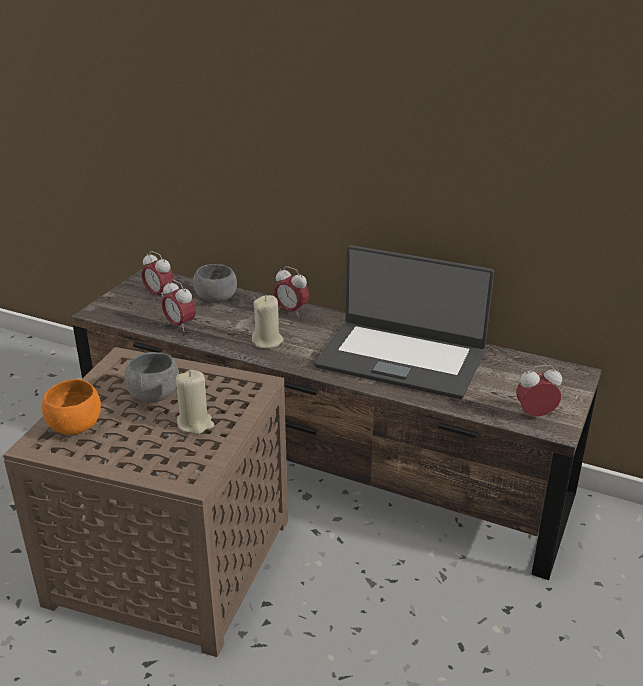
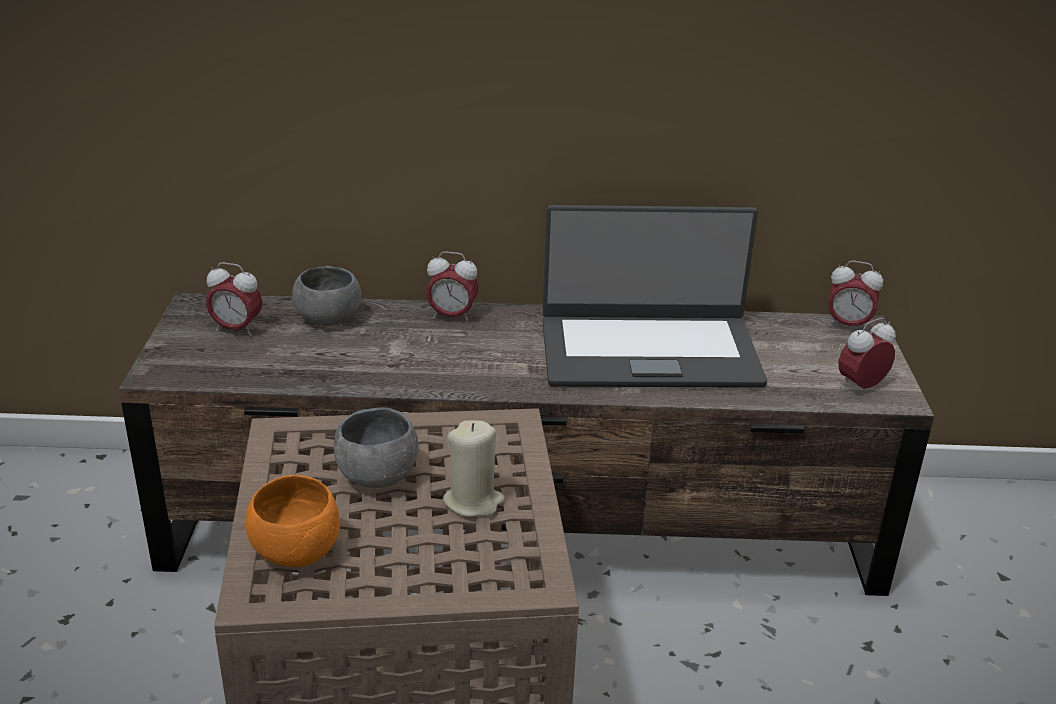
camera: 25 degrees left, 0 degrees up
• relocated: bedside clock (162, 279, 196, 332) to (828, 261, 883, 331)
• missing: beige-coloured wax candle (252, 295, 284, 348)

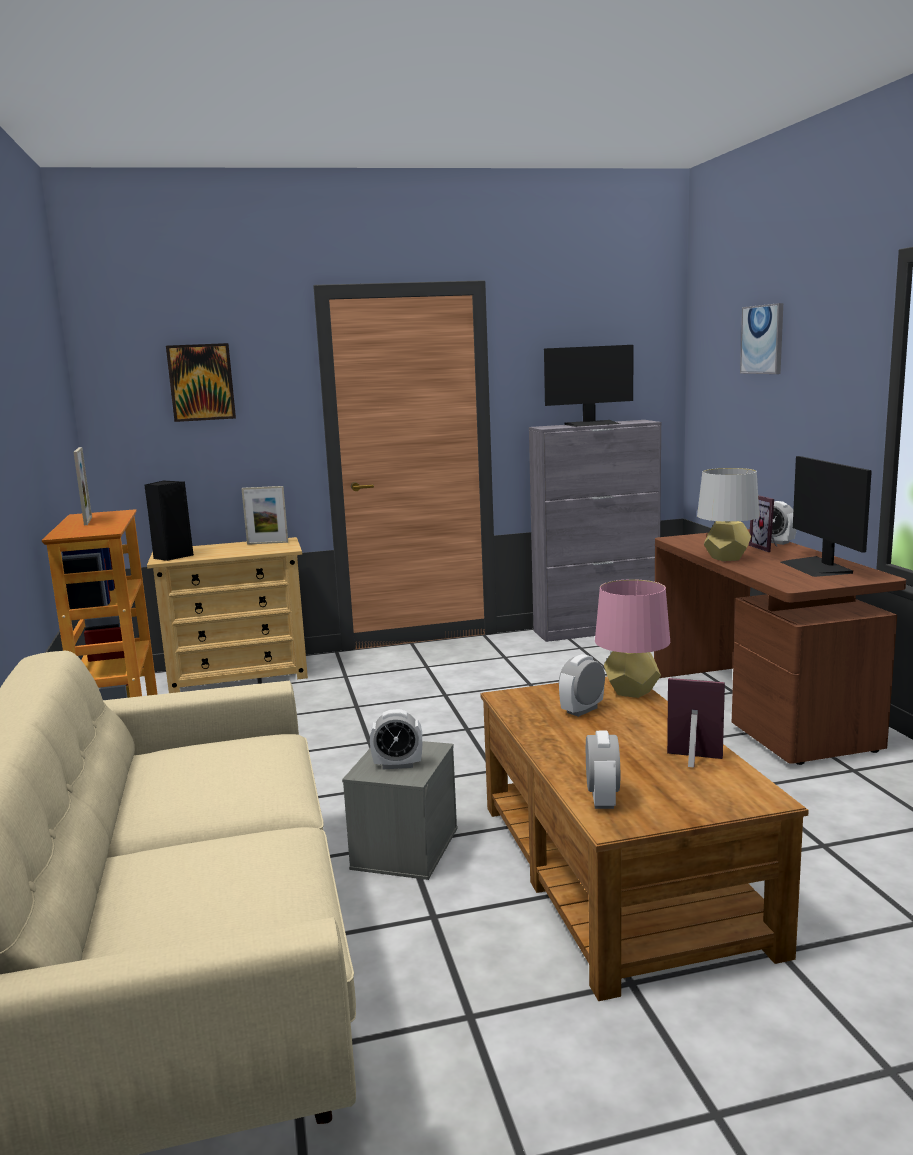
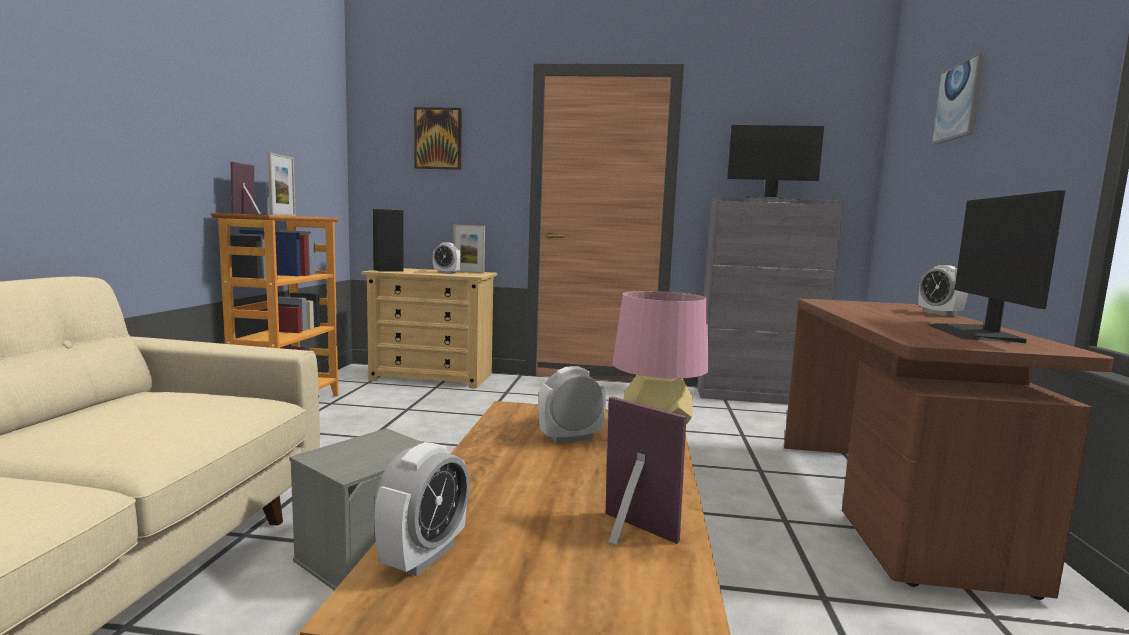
camera: 20 degrees right, 5 degrees down
• relocated: bedside clock (370, 709, 422, 769) to (433, 242, 461, 274)
• missing: greyish table lamp (697, 468, 759, 561)
• relocated: picture frame (749, 495, 778, 552) to (231, 162, 261, 214)

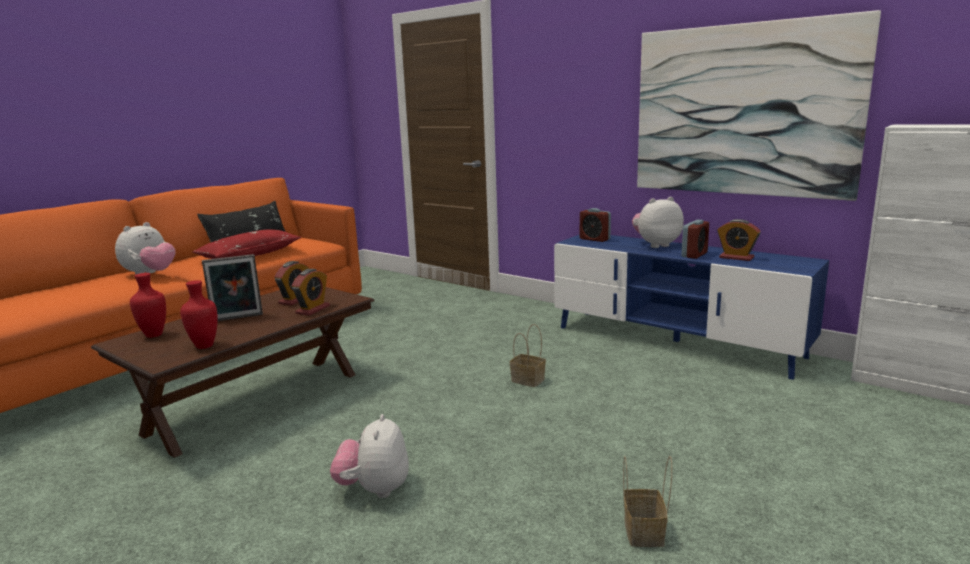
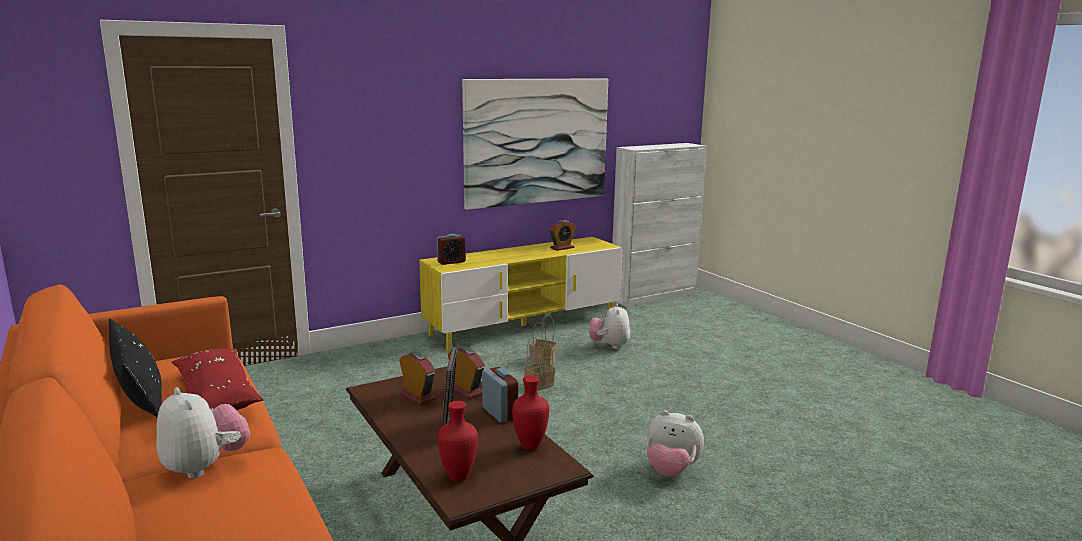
camera: 70 degrees left, 0 degrees up
• colour: bluish tv stand (554, 235, 829, 380) to yellow-coloured tv stand (419, 237, 622, 351)
• relocated: storage basket (623, 456, 672, 547) to (529, 315, 557, 364)
• relocated: plush toy (632, 197, 684, 248) to (589, 303, 630, 349)
• relocated: bedside clock (681, 219, 709, 259) to (482, 367, 518, 423)

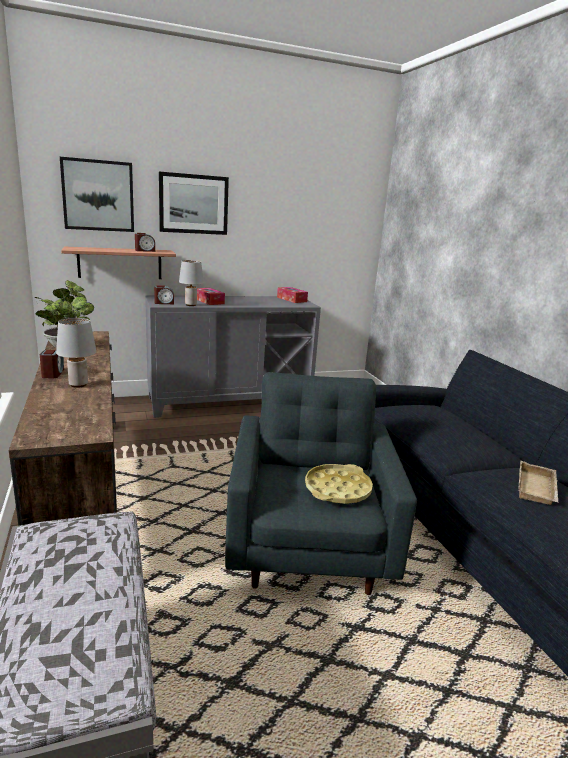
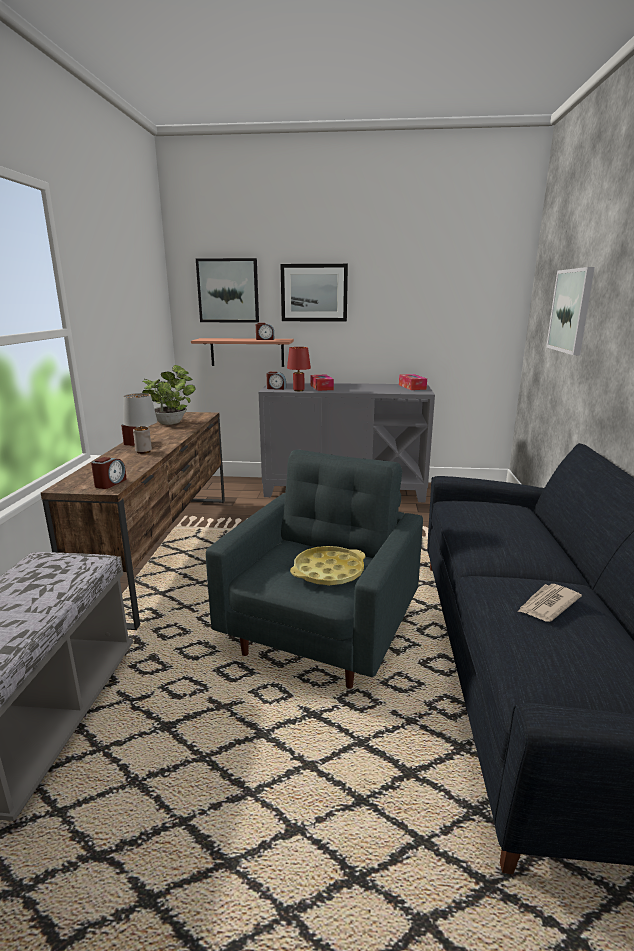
camera: 25 degrees right, 0 degrees up
• colour: greyish table lamp (179, 260, 204, 306) to red table lamp (287, 347, 311, 391)
• exchanged: beige-coloured carrying tray (519, 461, 559, 505) to daily paper (517, 584, 582, 622)
• appeared: bedside clock (91, 457, 127, 489)
• appeared: wall art (546, 267, 595, 355)

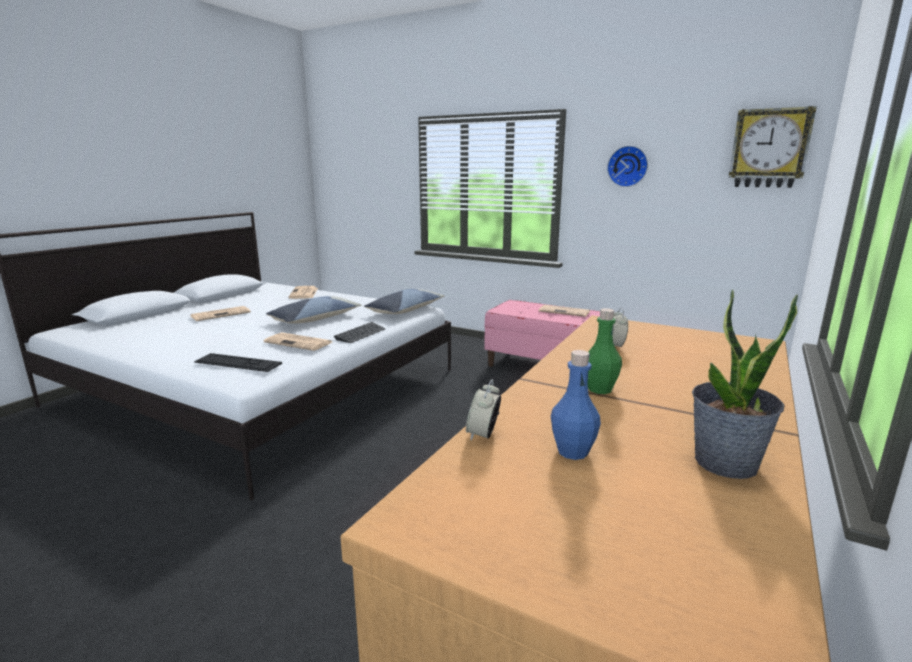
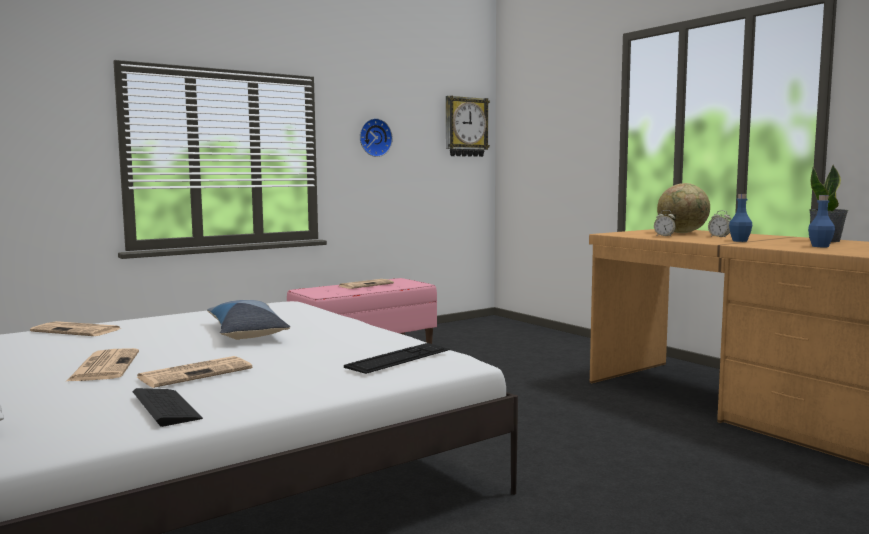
camera: 65 degrees left, 10 degrees down
• relocated: daily paper (264, 333, 332, 351) to (136, 356, 252, 388)
• relocated: computer keyboard (334, 322, 385, 343) to (133, 388, 203, 427)
• missing: cushion (364, 289, 444, 314)
• relocated: bedside clock (466, 379, 501, 440) to (708, 210, 731, 238)
• colour: green drink bottle (587, 308, 622, 394) to bluish drink bottle (729, 194, 753, 242)
• appeared: desk globe (657, 183, 710, 233)

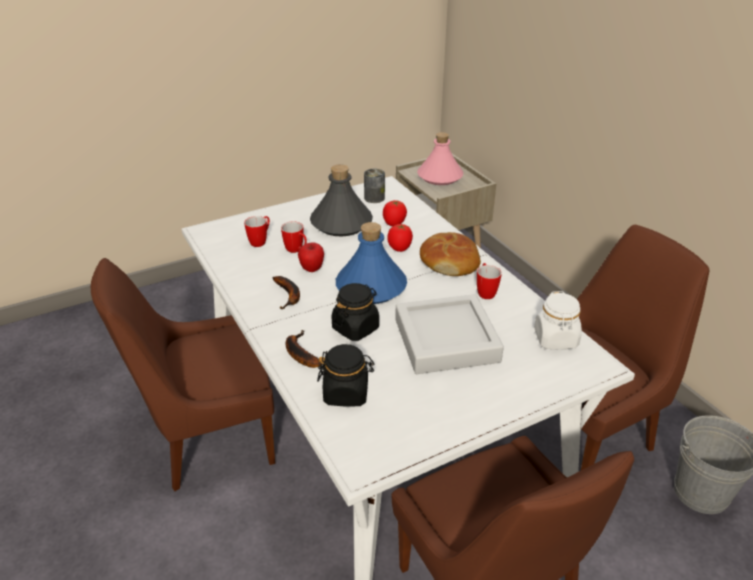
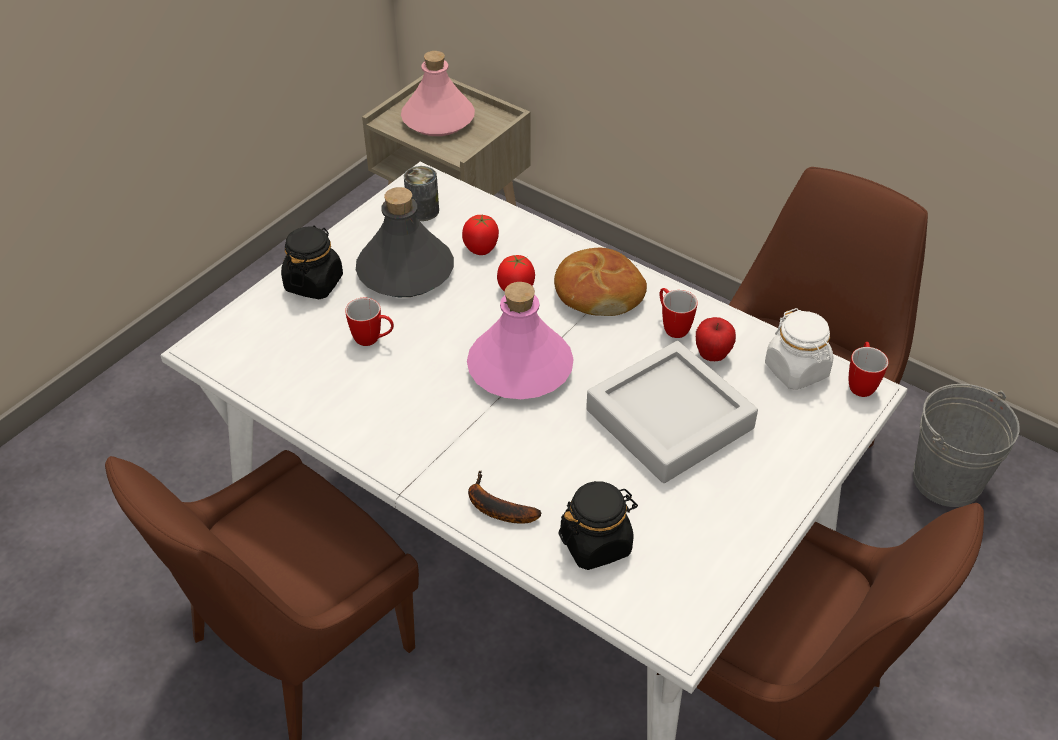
camera: 25 degrees left, 10 degrees up
• relocated: tea mug (244, 216, 270, 247) to (849, 342, 889, 397)
• missing: banana fruit (273, 276, 300, 309)
• relocated: whole apple (298, 243, 324, 272) to (696, 317, 736, 361)
• relocated: black storage jar (331, 283, 379, 341) to (281, 225, 343, 299)
• colour: bluish drink bottle (336, 222, 407, 304) to pink-coloured drink bottle (467, 282, 574, 399)

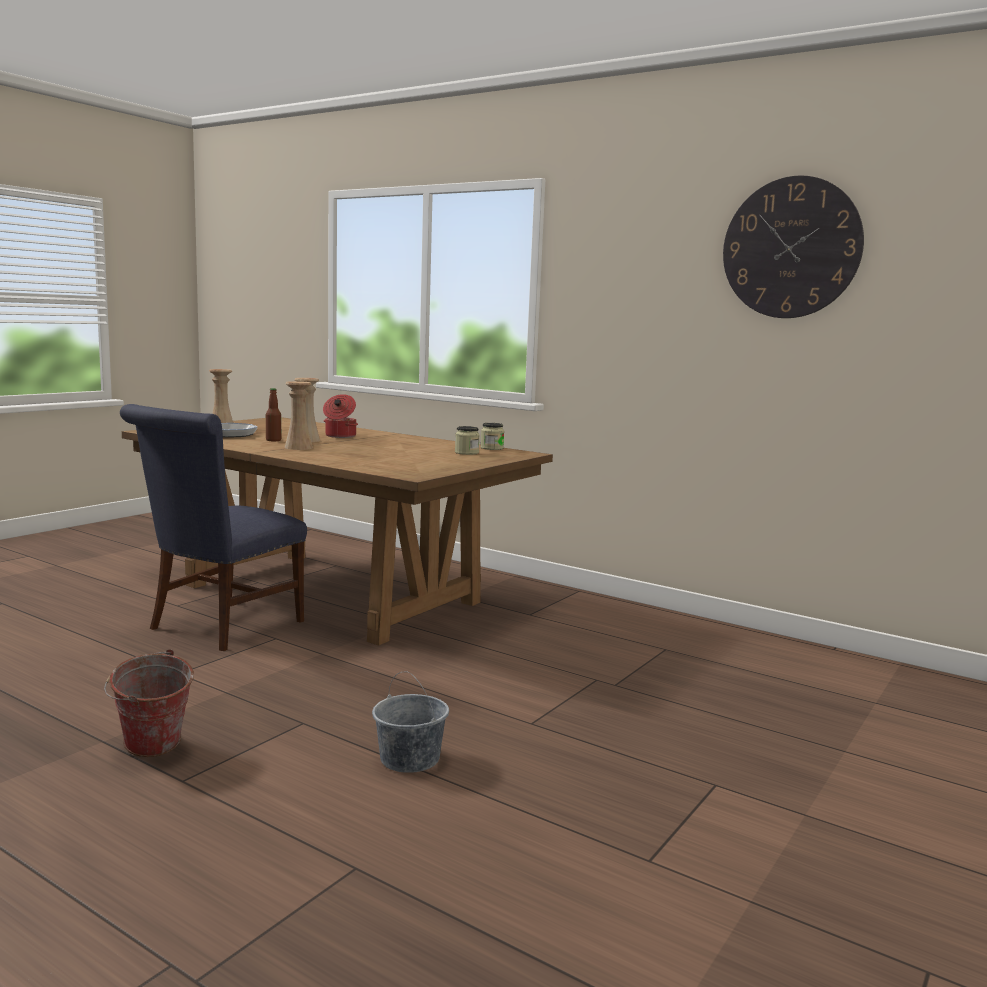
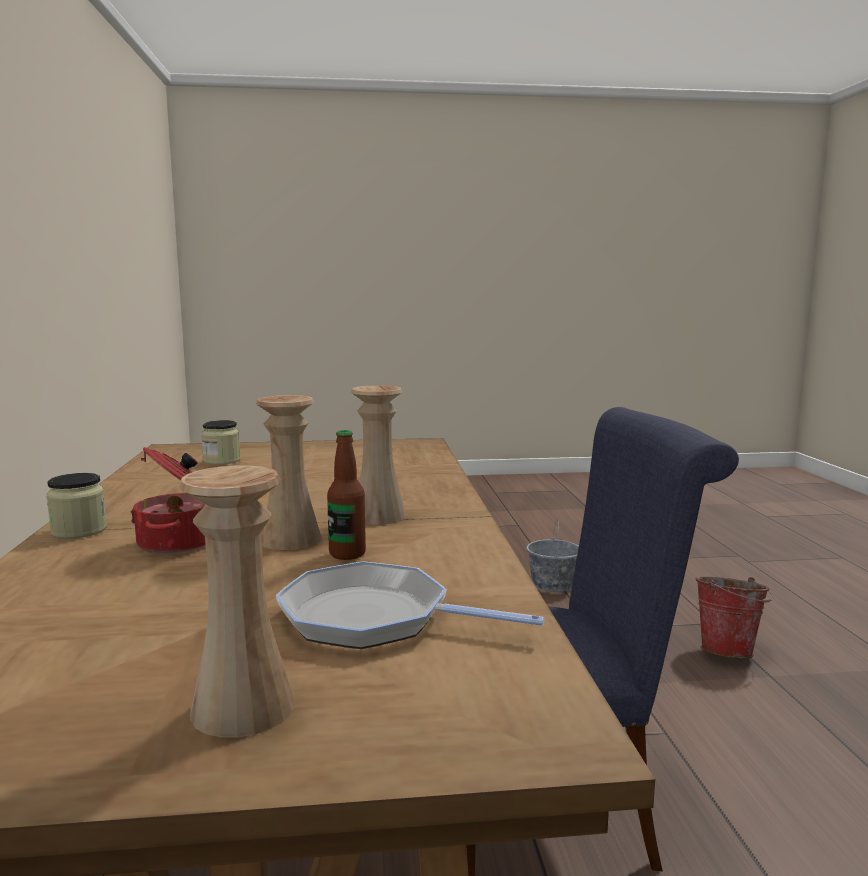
camera: 130 degrees left, 0 degrees up
• relocated: storage jar (481, 423, 504, 450) to (46, 473, 107, 539)
• missing: hanging clock (723, 175, 864, 318)

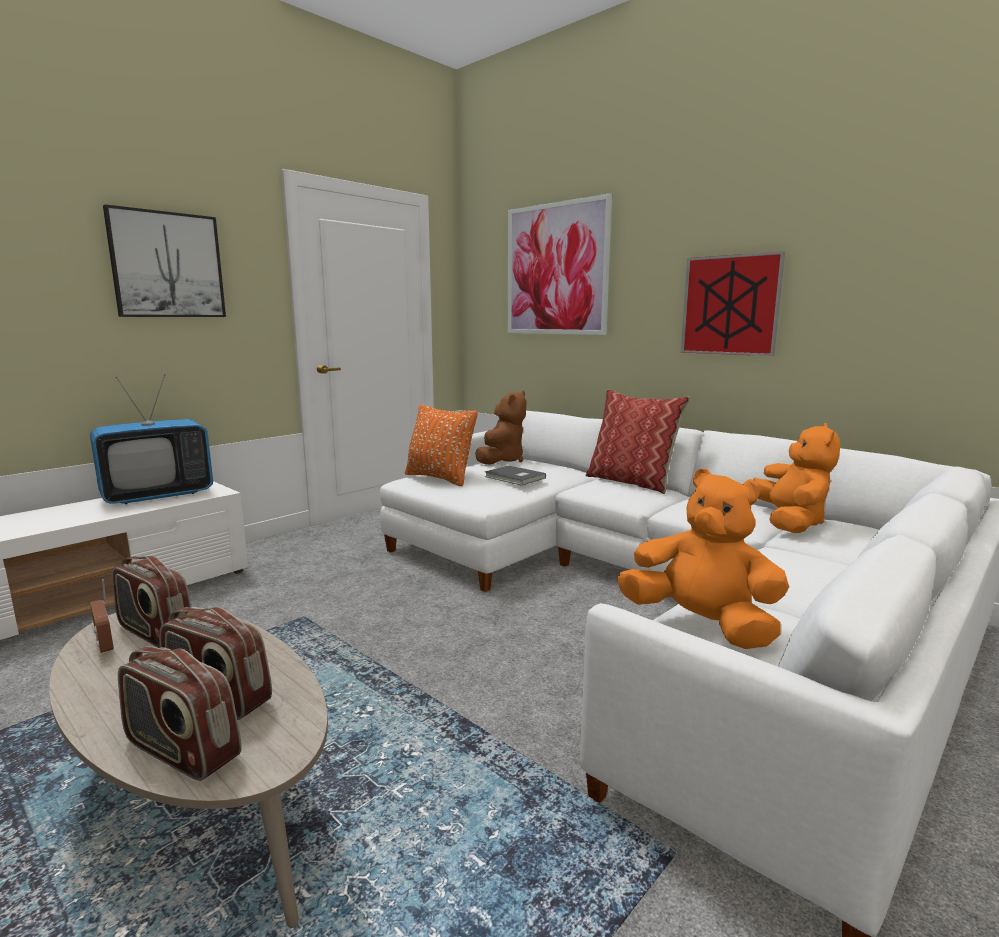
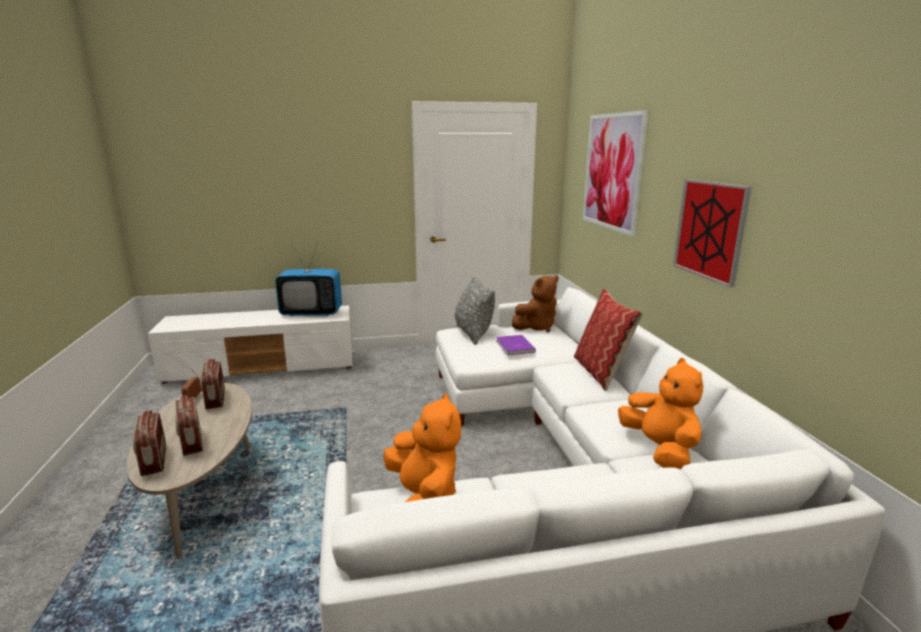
camera: 35 degrees right, 5 degrees up
• missing: wall art (103, 204, 226, 317)
• colour: orange-coloured cushion (405, 405, 478, 486) to greyish cushion (455, 277, 495, 345)
• colour: greyish book (485, 465, 546, 485) to purple-coloured book (496, 335, 536, 355)
• spun: orange-coloured plush toy (753, 423, 840, 533) = (618, 358, 703, 470) 60 degrees counterclockwise

